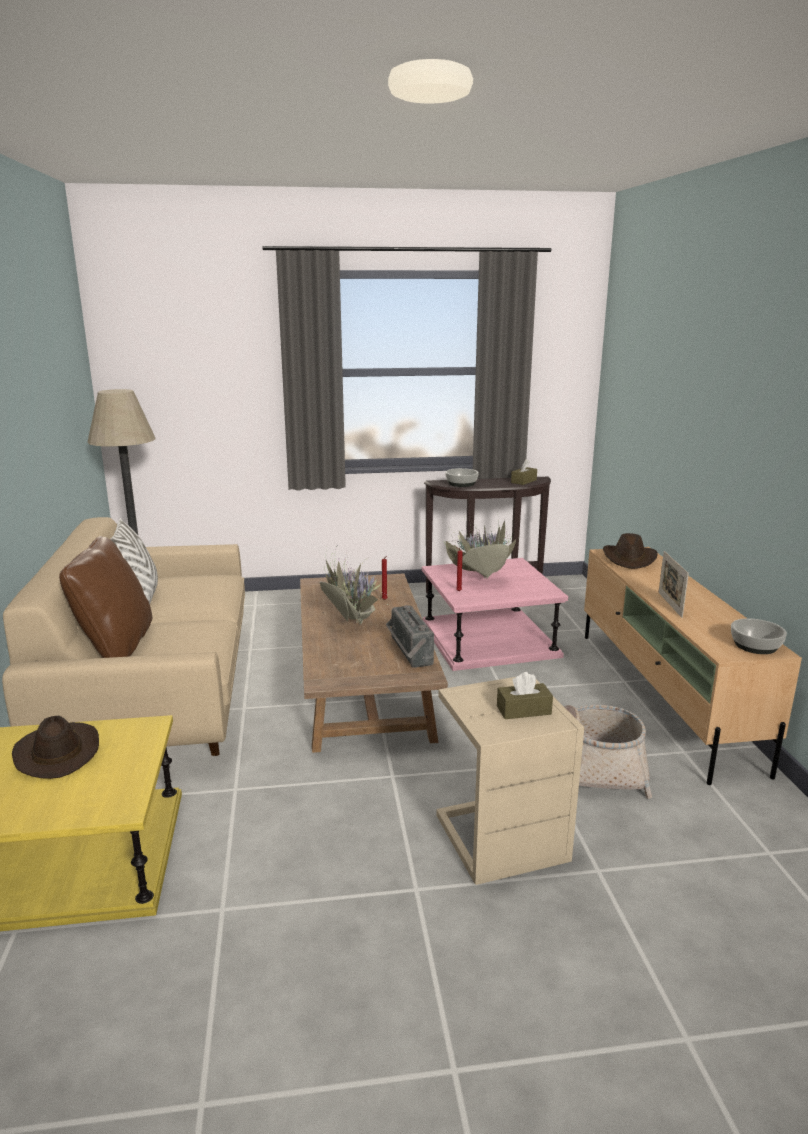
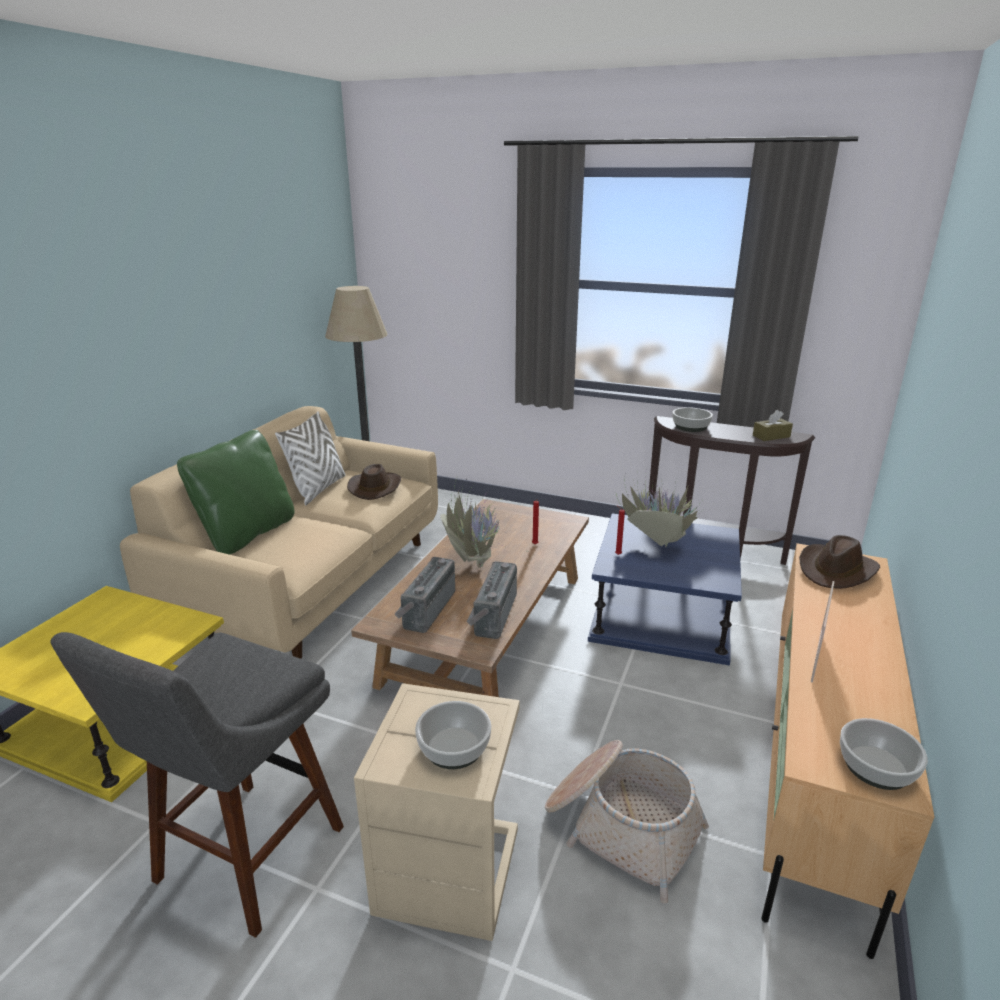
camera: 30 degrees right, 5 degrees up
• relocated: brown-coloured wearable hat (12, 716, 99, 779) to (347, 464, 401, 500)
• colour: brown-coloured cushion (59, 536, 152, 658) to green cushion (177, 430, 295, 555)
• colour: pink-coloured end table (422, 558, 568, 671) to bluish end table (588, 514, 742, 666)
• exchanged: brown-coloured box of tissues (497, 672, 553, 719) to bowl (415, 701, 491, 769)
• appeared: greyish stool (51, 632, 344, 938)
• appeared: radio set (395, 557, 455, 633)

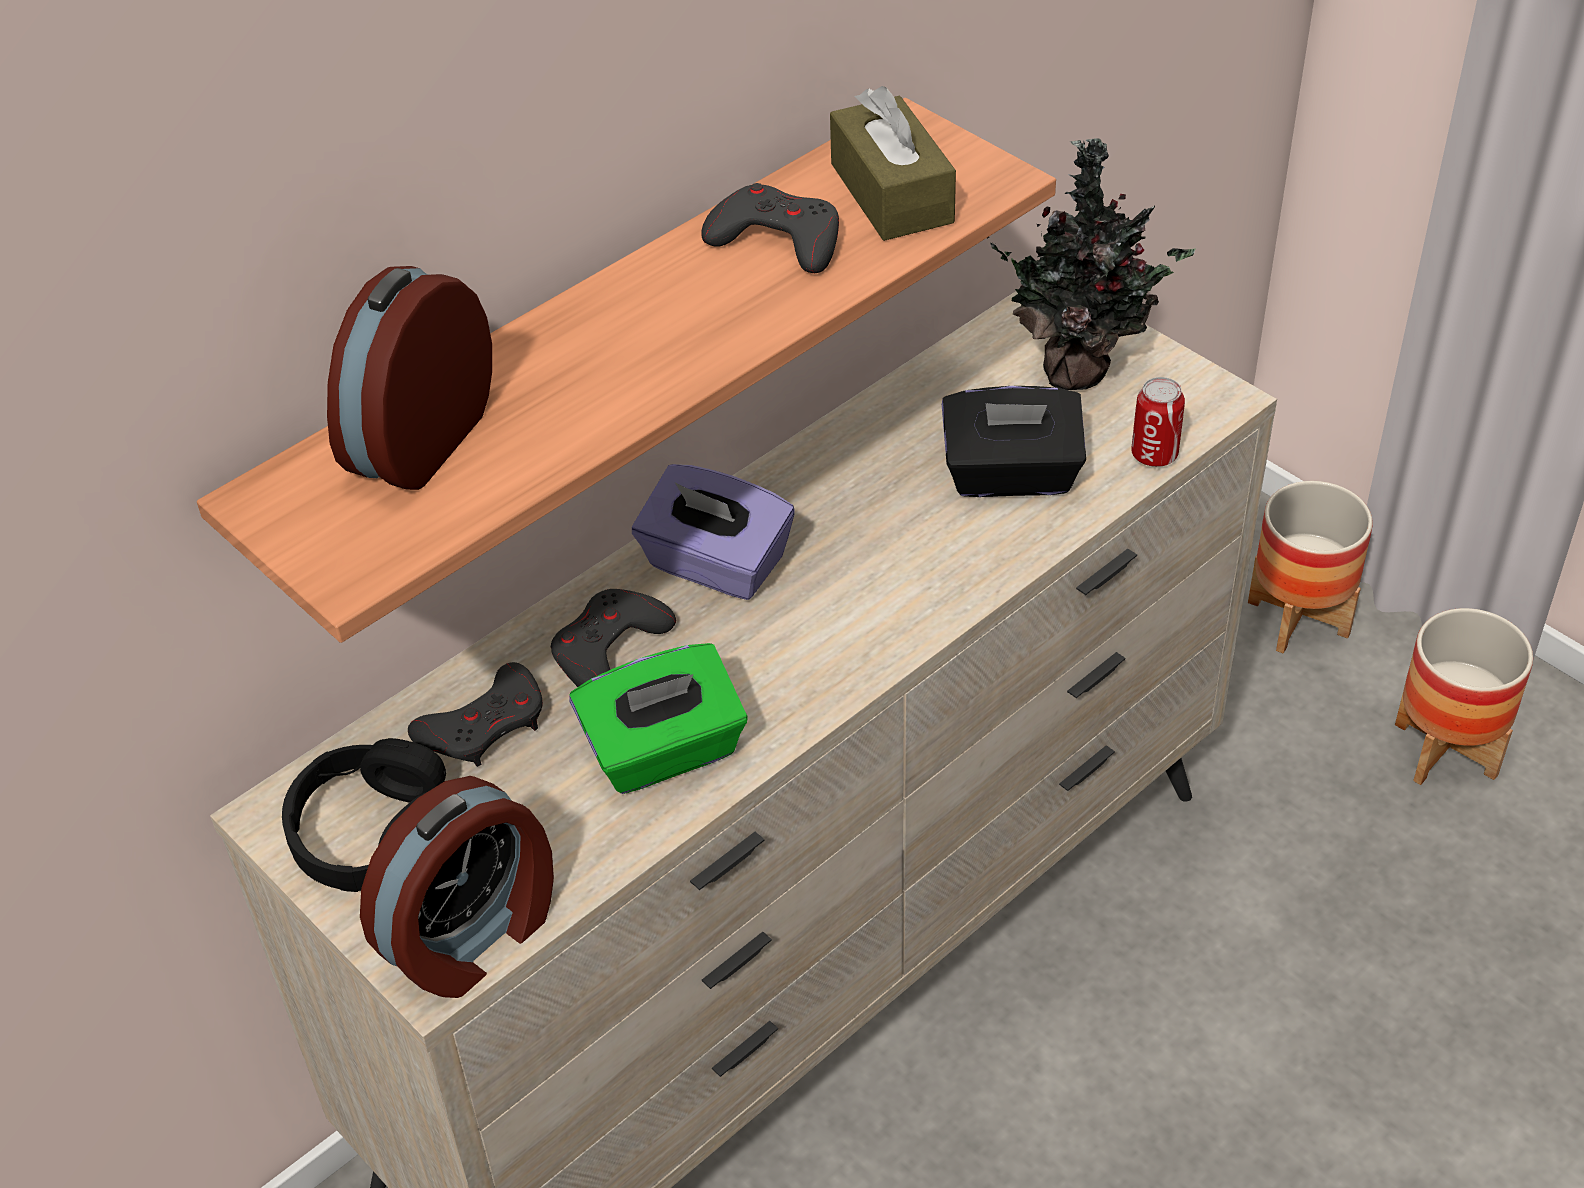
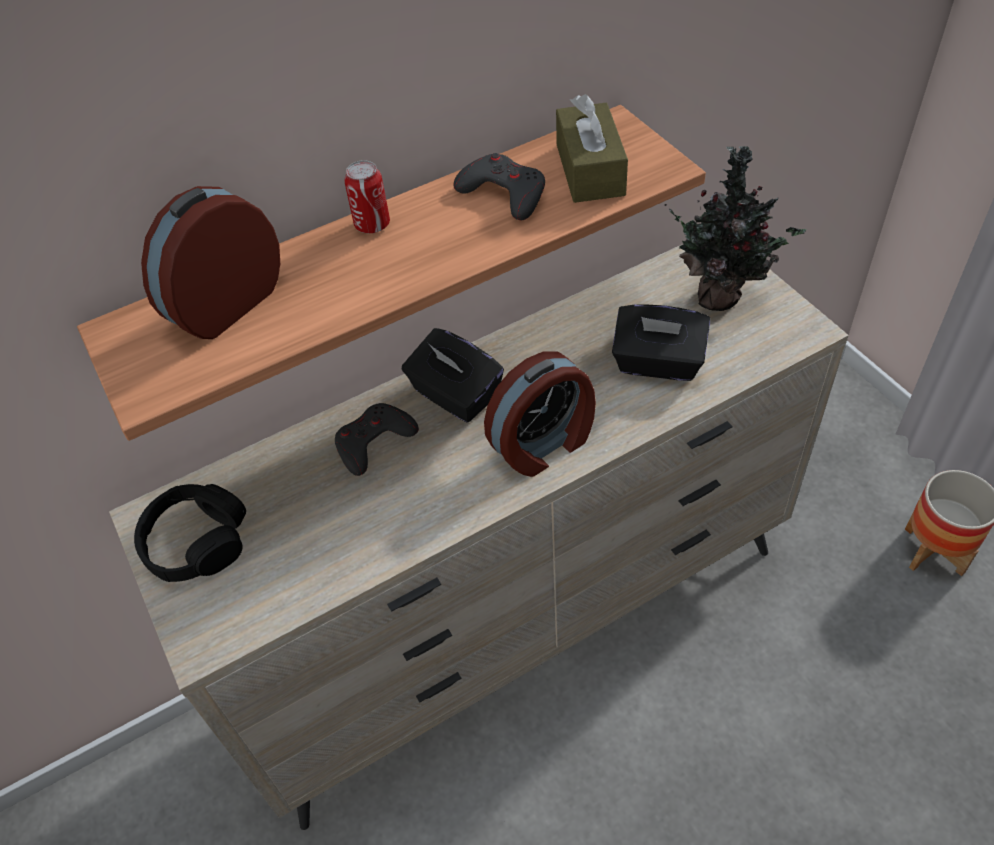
camera: 15 degrees right, 5 degrees up
• relocated: bedside clock (360, 776, 554, 998) to (484, 351, 596, 477)
• missing: greyish gamepad (408, 662, 543, 767)
• missing: green box of tissues (569, 643, 748, 794)
• colour: purple-coloured box of tissues (632, 464, 795, 600) to black box of tissues (402, 328, 504, 422)
• relocated: sealed can (1131, 377, 1185, 467) to (344, 160, 390, 233)
• missing: plant pot (1248, 481, 1373, 653)

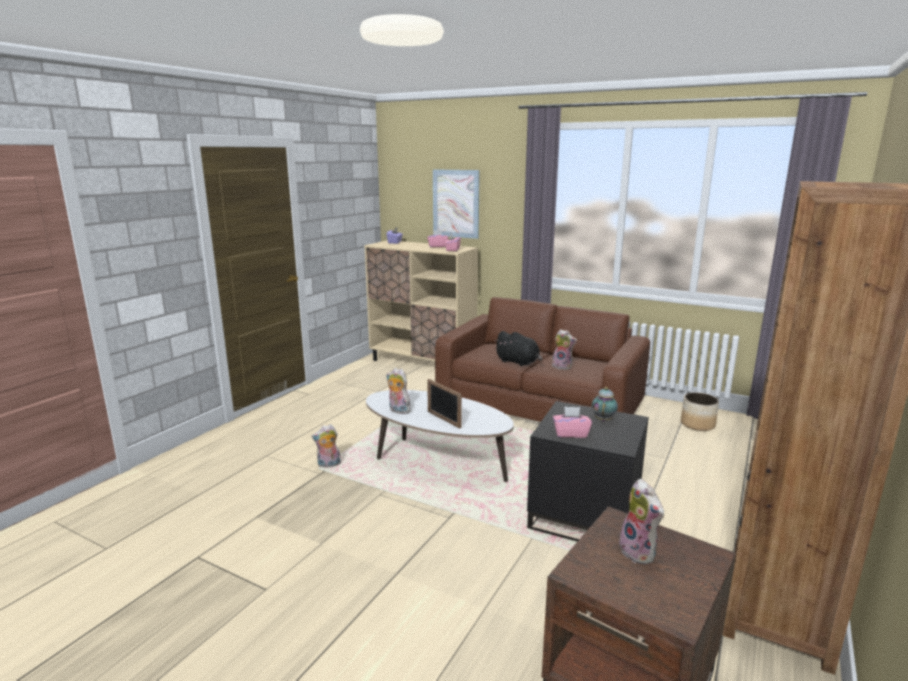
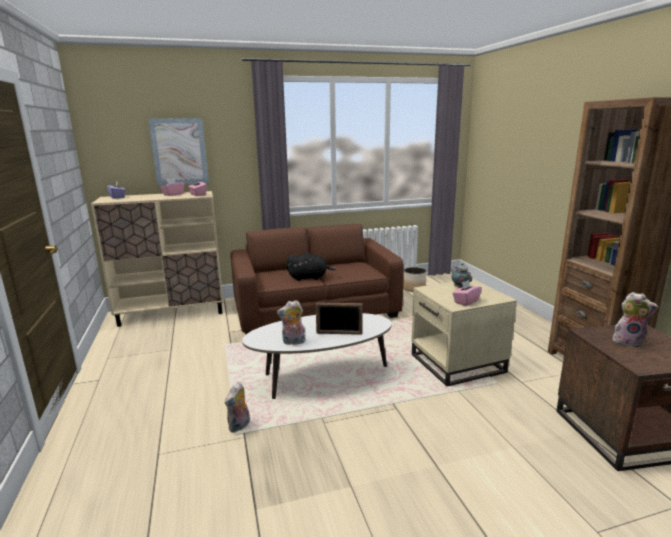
camera: 45 degrees left, 0 degrees up
• colour: black end table (527, 401, 649, 542) to beige-coloured end table (411, 279, 517, 386)
• missing: plush toy (552, 329, 577, 370)

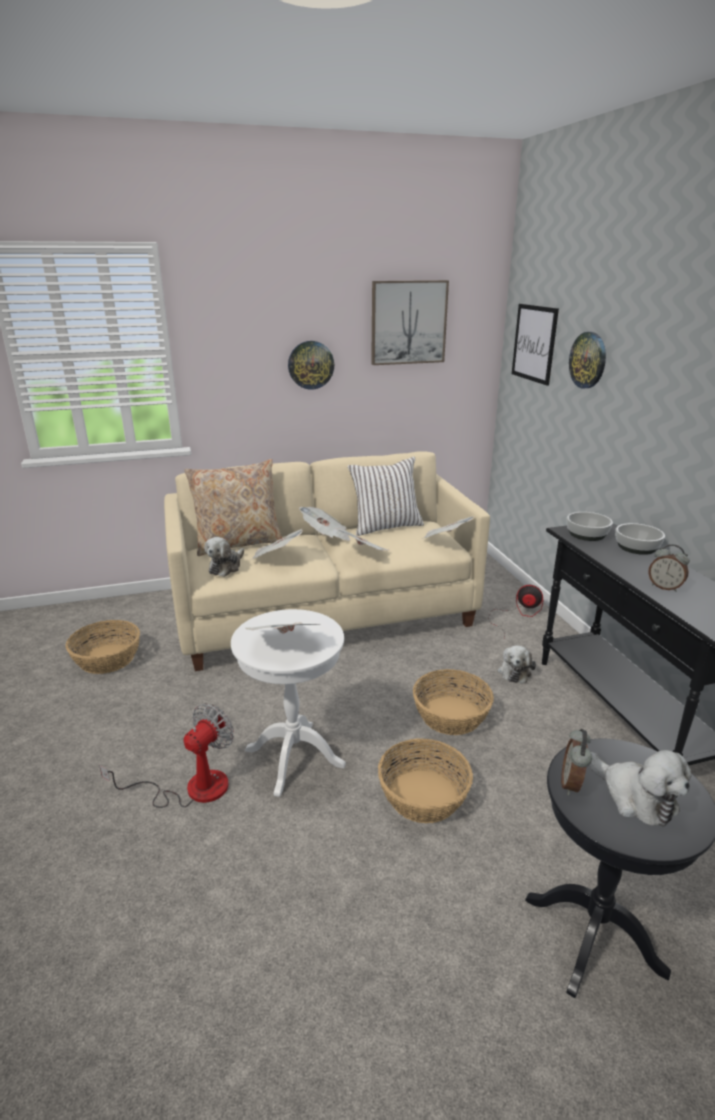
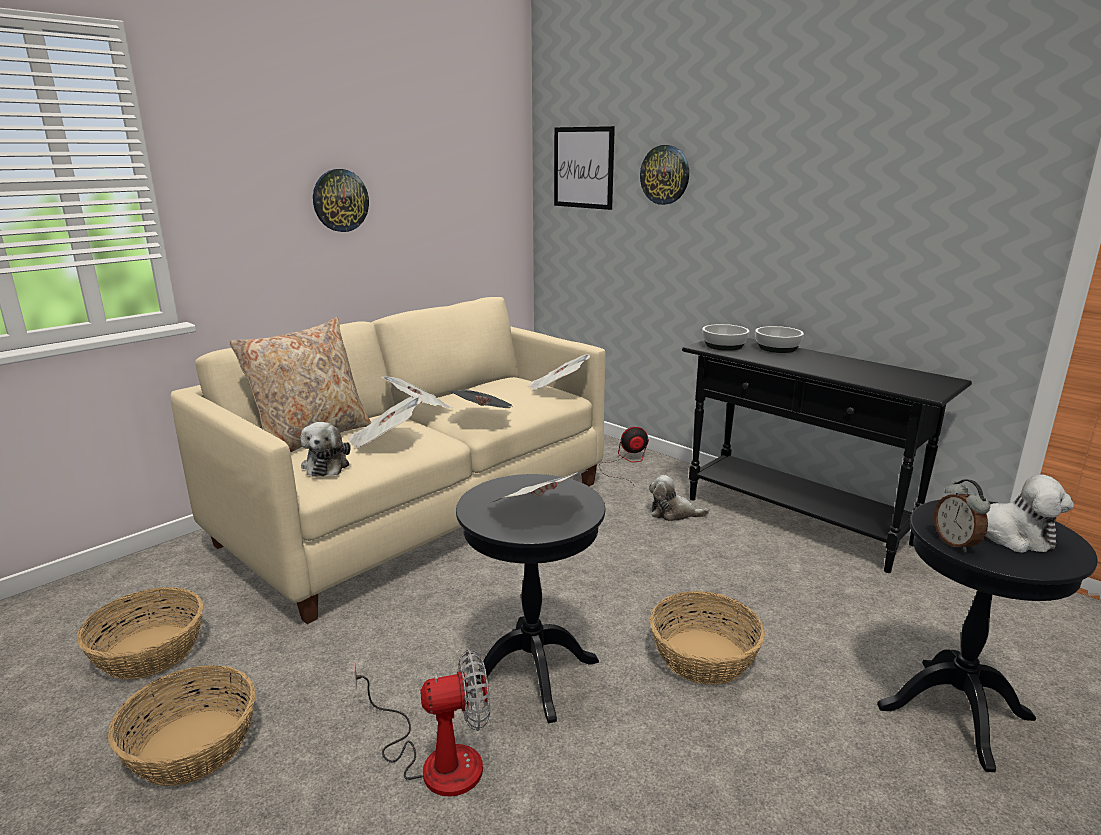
camera: 30 degrees left, 5 degrees down
• spun: cooling fan (99, 704, 234, 808) = (354, 649, 490, 797) 75 degrees clockwise
• colour: white end table (231, 609, 346, 797) to black end table (456, 474, 605, 723)
• missing: white cushion (348, 457, 424, 536)
• missing: wall art (371, 280, 449, 365)
• relocated: storage basket (413, 669, 494, 735) to (108, 665, 255, 786)
• spun: plush toy (498, 645, 536, 684) = (649, 475, 709, 521) 120 degrees clockwise
• missing: bedside clock (648, 544, 690, 592)

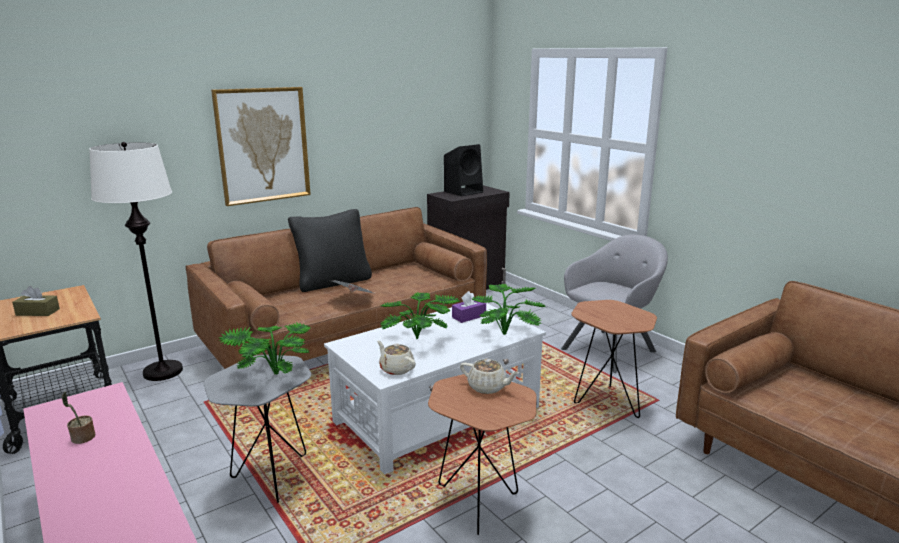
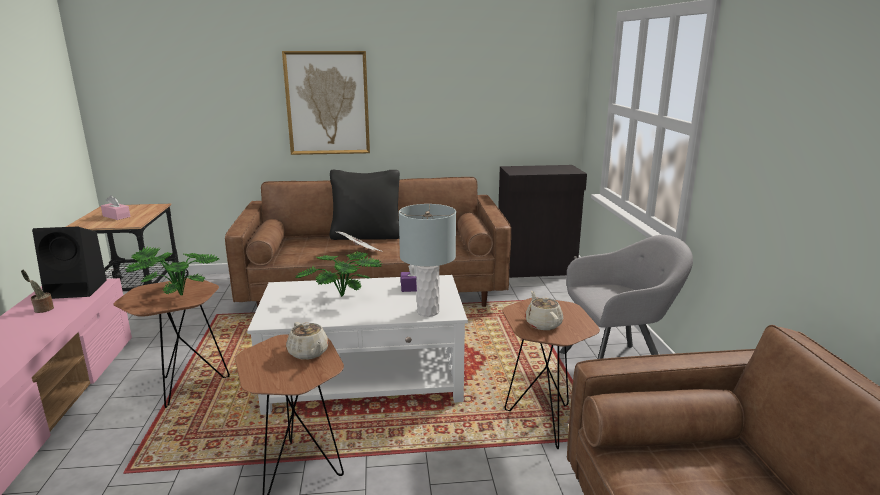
camera: 30 degrees right, 0 degrees up
• colour: brown-coloured box of tissues (12, 286, 60, 316) to pink-coloured box of tissues (101, 195, 131, 220)
• missing: white floor lamp (89, 142, 183, 381)
• colour: greyish end table (204, 355, 311, 503) to brown-coloured end table (114, 278, 230, 408)
• relocated: beige-coloured tea pot (377, 340, 416, 375) to (525, 291, 563, 330)
• relocated: black loudspeaker (444, 144, 483, 196) to (32, 227, 107, 299)
• exchanged: houseplant (472, 284, 545, 335) to greyish table lamp (399, 204, 456, 317)

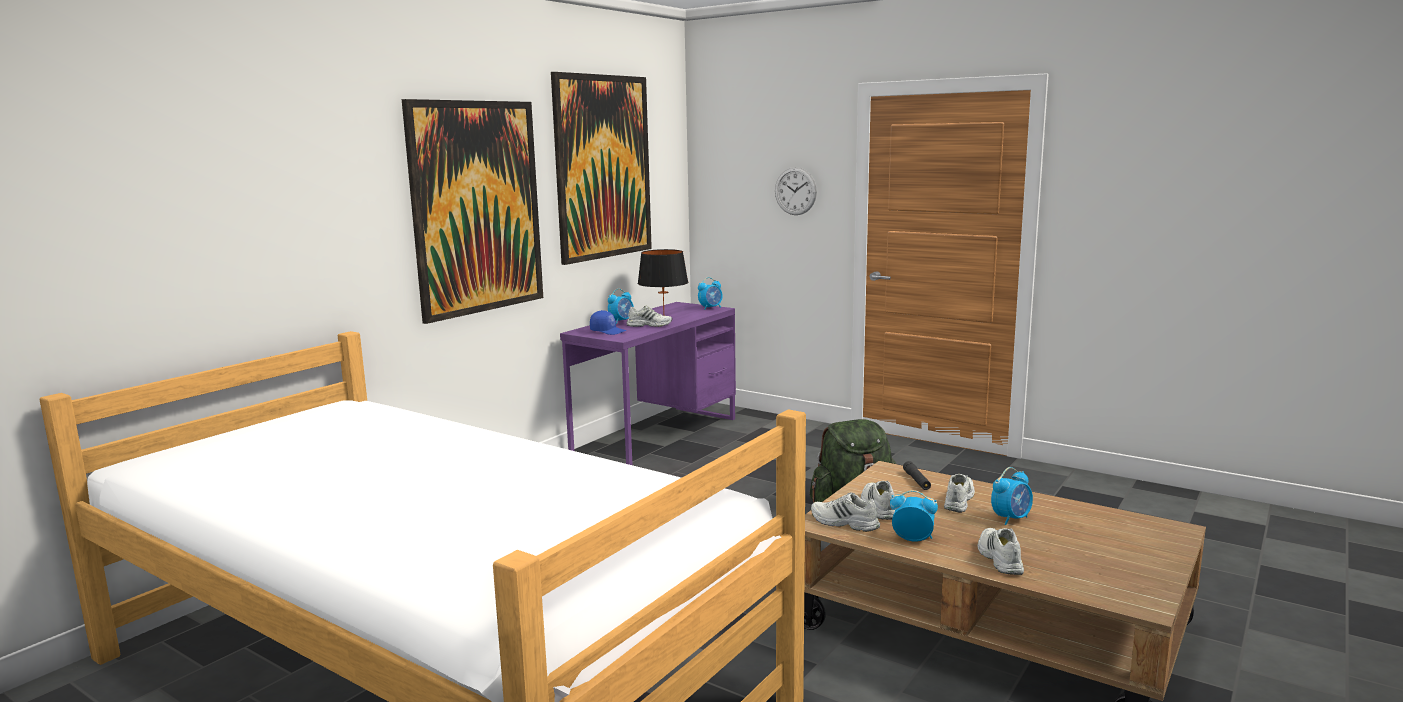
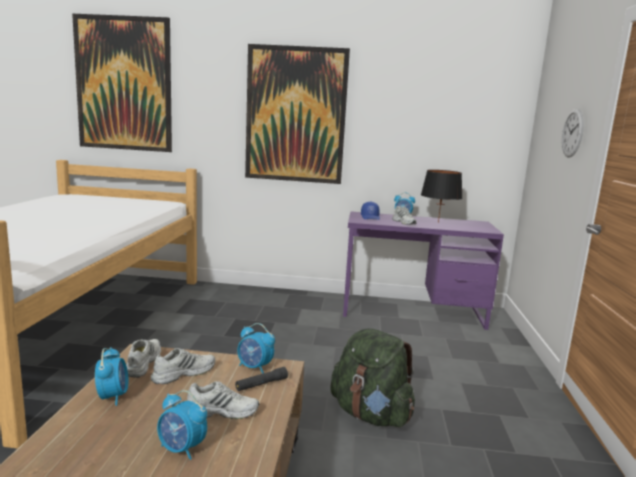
camera: 60 degrees right, 0 degrees up
• relocated: wall art (551, 72, 652, 265) to (72, 14, 172, 152)
• relocated: bedside clock (698, 277, 723, 310) to (237, 323, 275, 374)
• missing: white shoe (977, 528, 1024, 575)

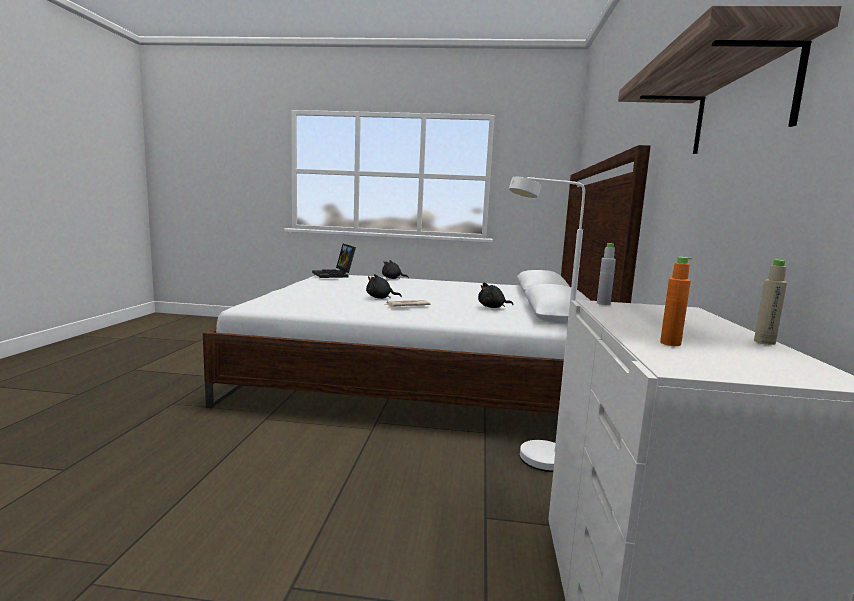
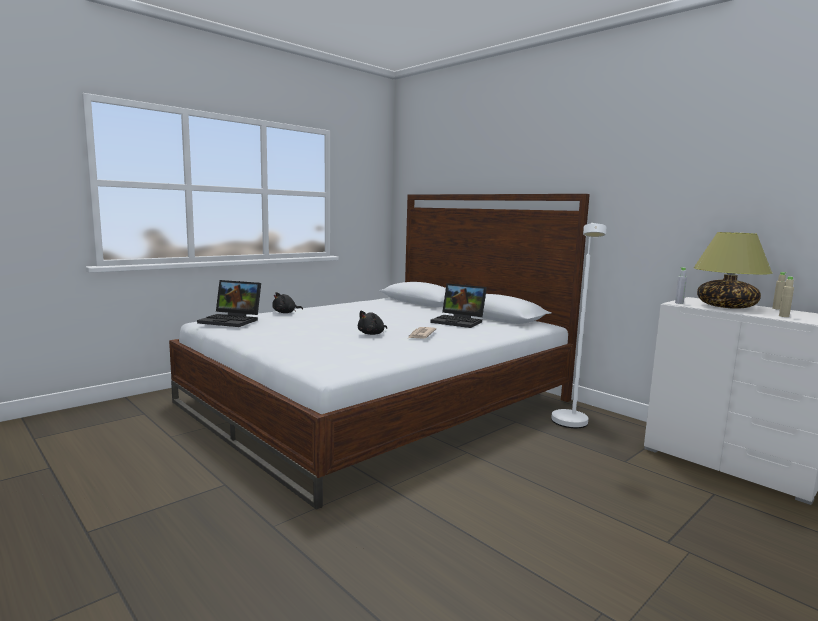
camera: 50 degrees left, 0 degrees up
• exchanged: black plush toy (478, 282, 513, 308) to portable computer (430, 283, 487, 328)
• missing: bracket shelf (618, 6, 841, 154)
• colour: orange-coloured drink bottle (660, 257, 691, 346) to beige-coloured drink bottle (779, 276, 794, 317)
• appeared: table lamp (693, 232, 772, 309)

